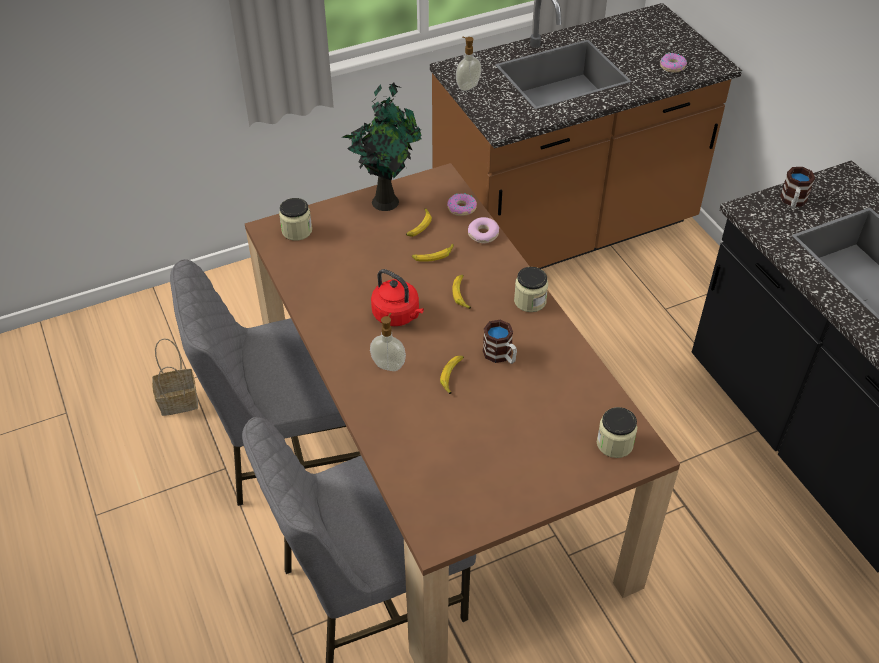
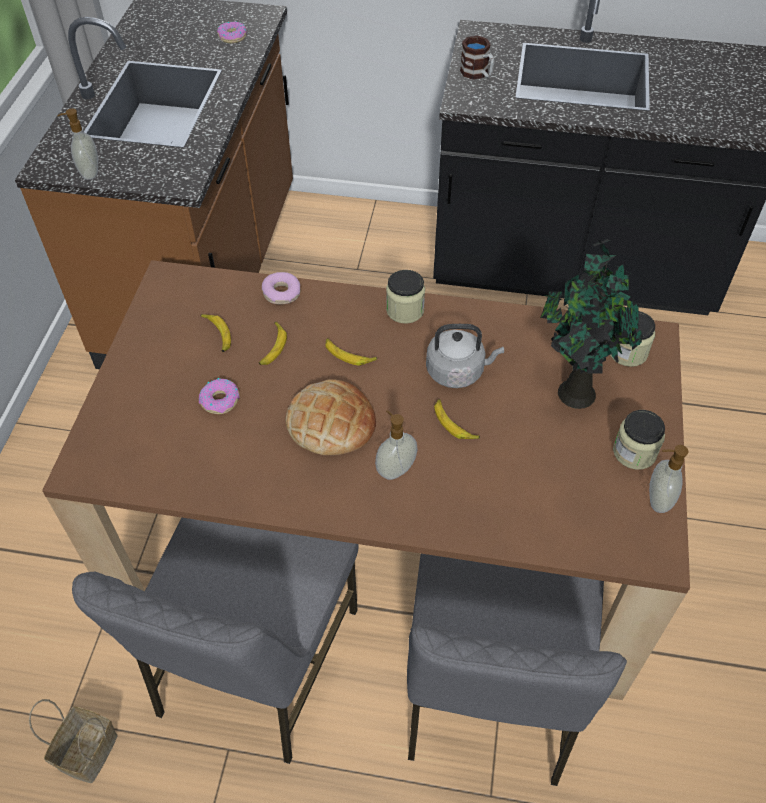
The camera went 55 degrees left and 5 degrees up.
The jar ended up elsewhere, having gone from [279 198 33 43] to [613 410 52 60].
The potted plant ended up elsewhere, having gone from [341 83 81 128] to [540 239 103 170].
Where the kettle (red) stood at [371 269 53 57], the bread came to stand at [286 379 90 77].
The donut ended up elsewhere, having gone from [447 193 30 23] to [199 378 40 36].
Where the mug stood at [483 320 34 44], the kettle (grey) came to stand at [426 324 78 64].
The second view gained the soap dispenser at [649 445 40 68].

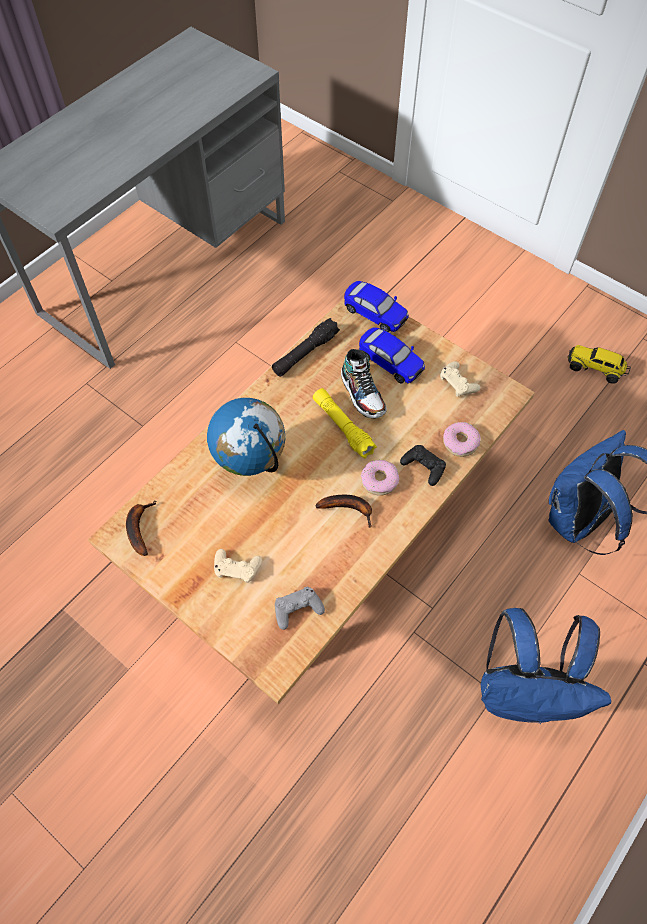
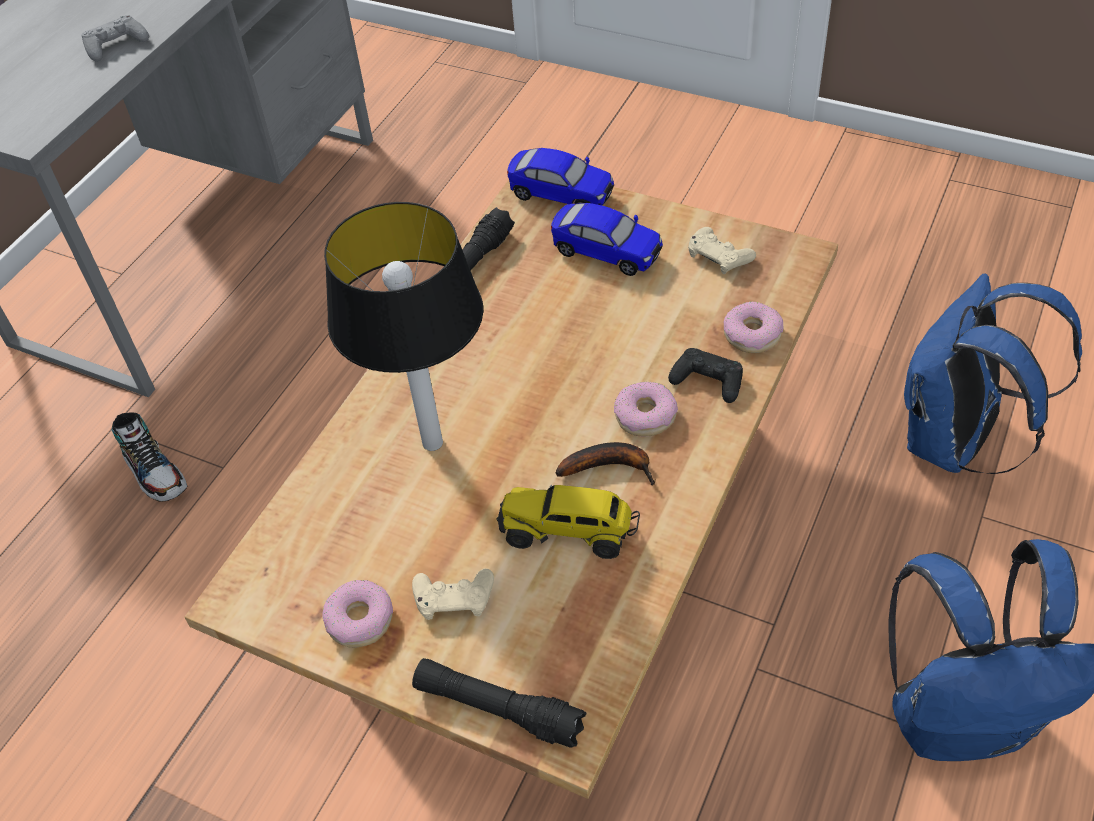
The camera went 10 degrees left and 10 degrees down.
The second view lost the banana at [126 500 31 56].
Where the globe stood at [207 398 78 78], the table lamp came to stand at [324 202 159 249].
The game controller (grey) ended up elsewhere, having gone from [275 586 50 44] to [81 15 68 46].
The second view lost the flashlight (yellow) at [313 388 64 71].
The shoe ended up elsewhere, having gone from [341 349 46 69] to [112 412 75 89].
The toy truck ended up elsewhere, having gone from [567 345 64 39] to [496 485 144 74].
The second view gained the donut at [323 580 70 68].
The second view gained the flashlight (black) at [412 658 175 90].

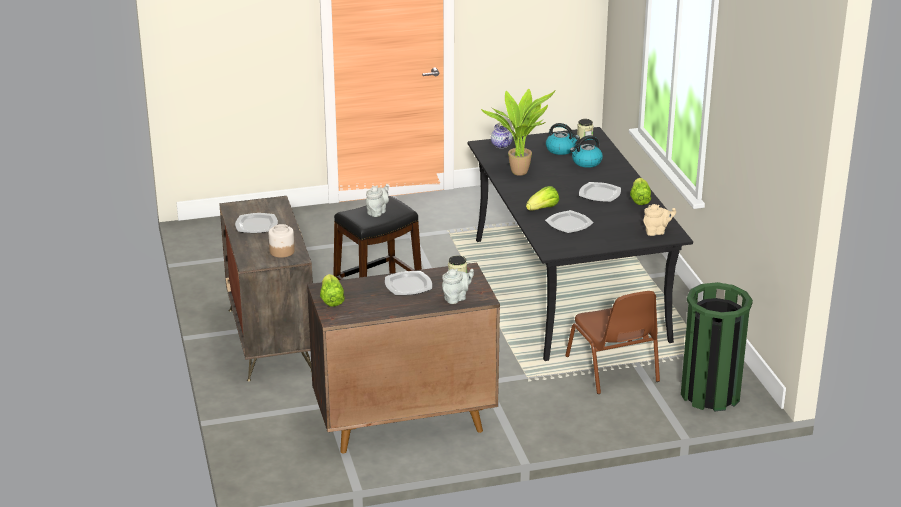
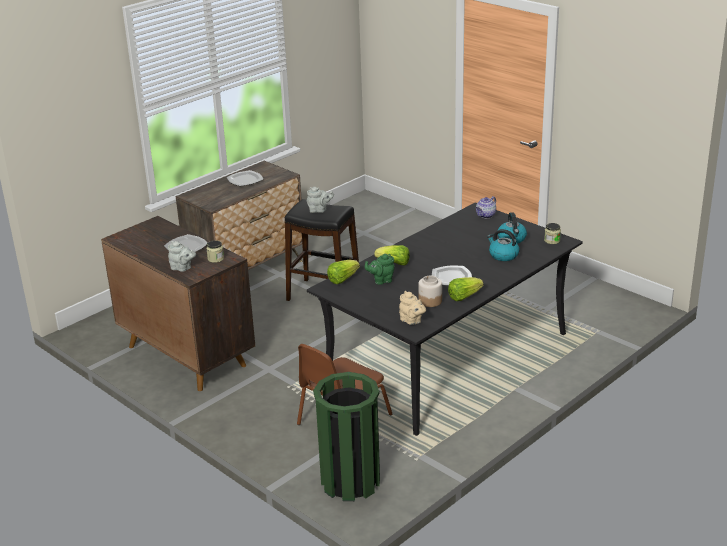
The camera went 60 degrees right and 0 degrees up.
The jar ended up elsewhere, having gone from [269 224 26 34] to [418 275 24 32].
The lettuce ended up elsewhere, having gone from [320 274 25 33] to [327 260 33 24].
The second view lost the potted plant at [481 89 74 87].
Where the plate stood at [545 210 48 23], the teapot (green) came to stand at [365 254 30 31].

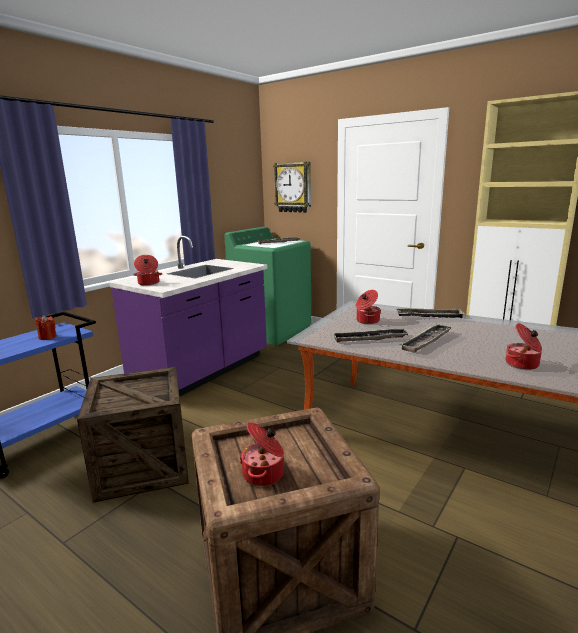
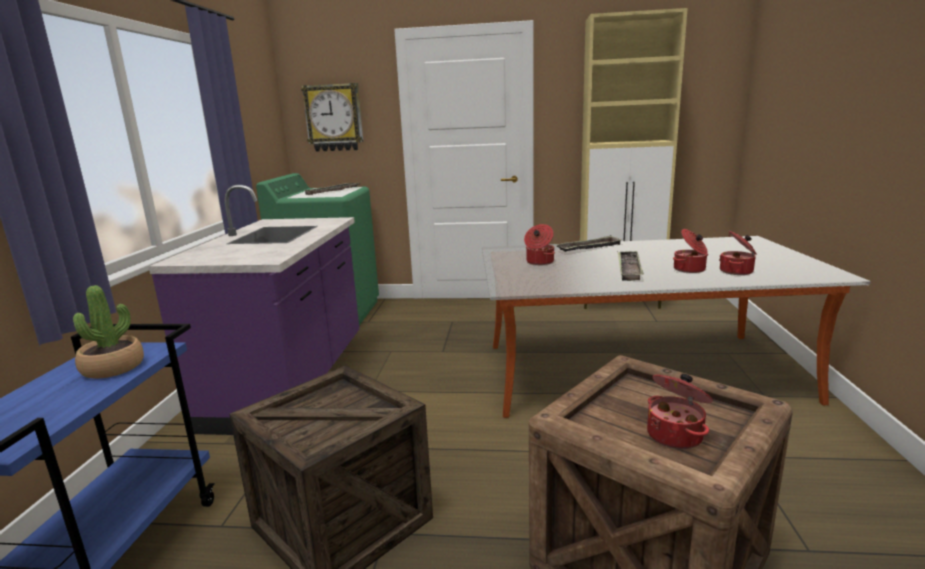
The camera went 30 degrees left and 0 degrees up.
Where the candle (red) stood at [35 315 22 25], the potted plant came to stand at [73 285 71 94].
The cooking pot ended up elsewhere, having gone from [133 255 30 30] to [673 229 35 44].
The second view lost the tray at [333 328 76 14].

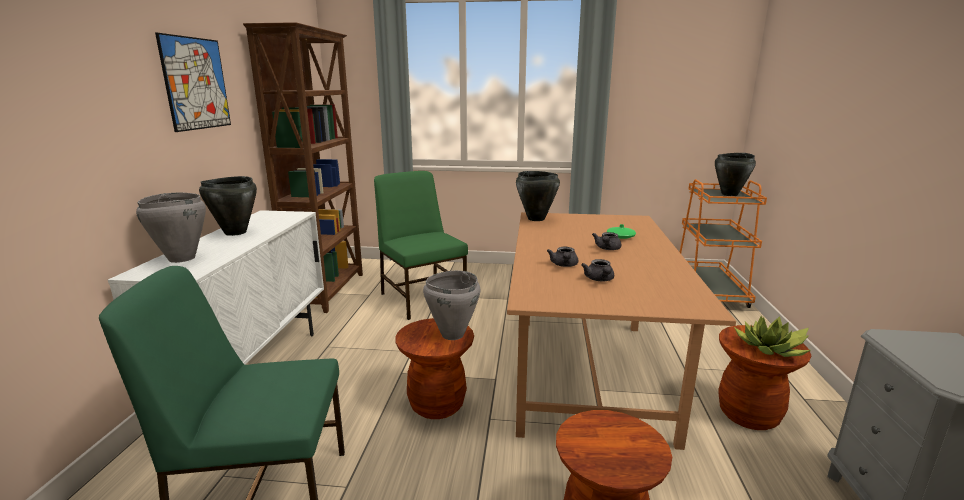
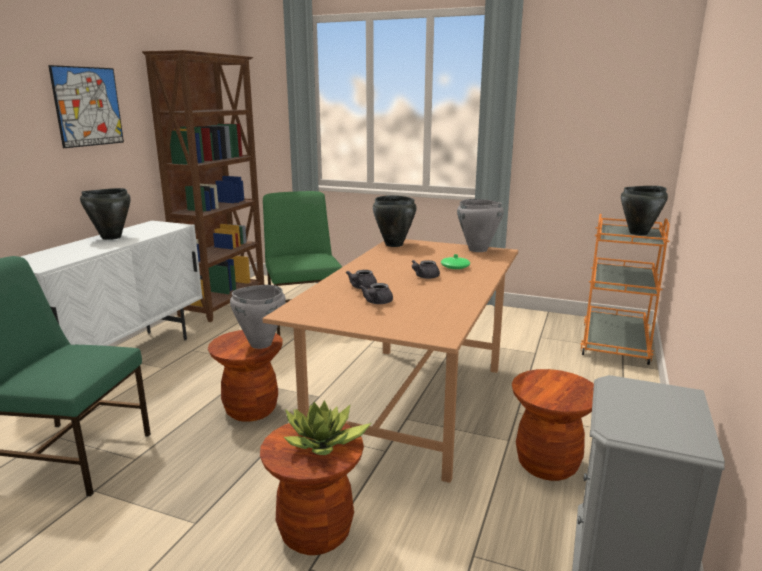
The camera went 15 degrees right and 0 degrees up.
The cooking pot (grey) ended up elsewhere, having gone from [136 193 70 70] to [457 199 47 53].
The potted plant ended up elsewhere, having gone from [734 316 77 41] to [284 400 87 55].

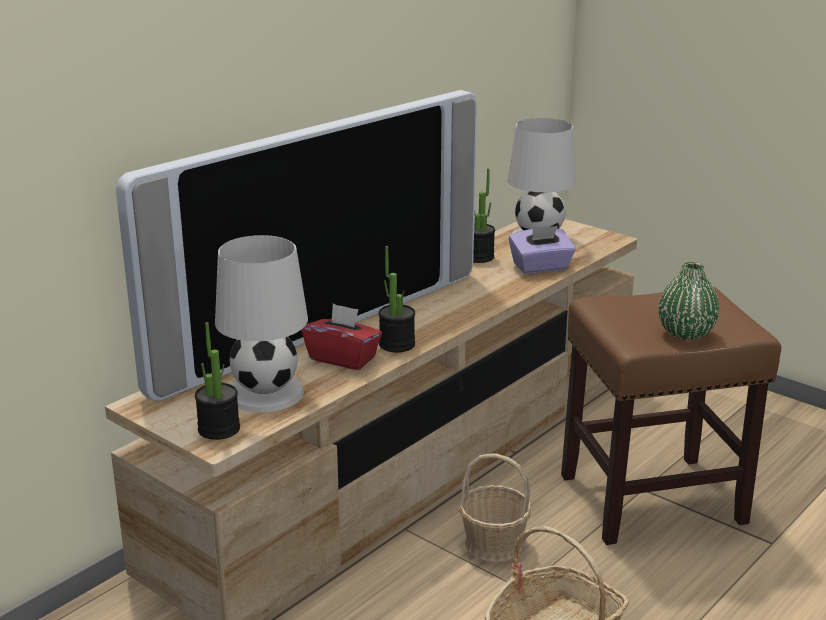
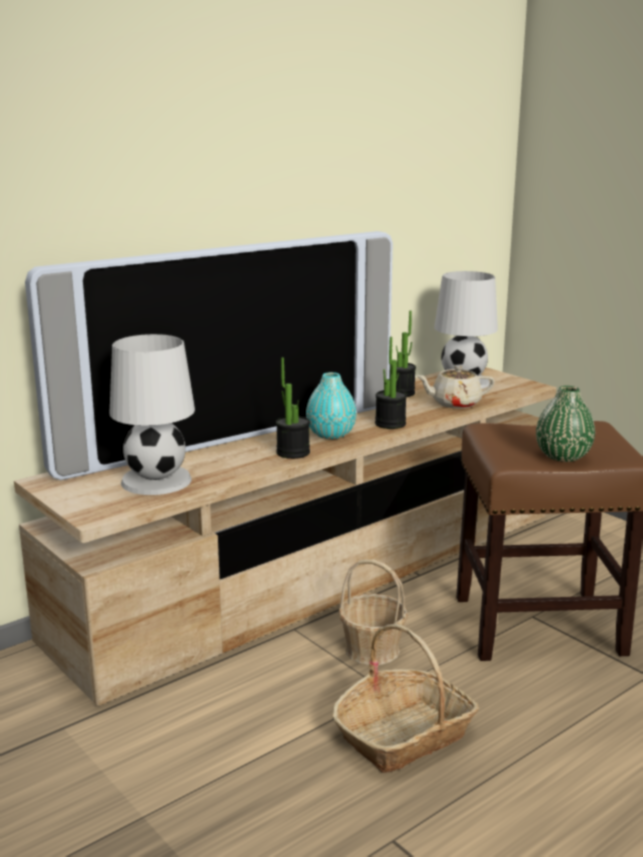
The camera went 10 degrees right and 5 degrees down.
The potted plant ended up elsewhere, having gone from [195 322 45 118] to [375 337 32 92].
The second view lost the tissue box (red) at [301 303 81 67].
Where the tissue box (purple) stood at [509 226 67 48], the teapot (beige) came to stand at [415 365 80 44].
The second view gained the vase (turquoise) at [306 372 51 67].

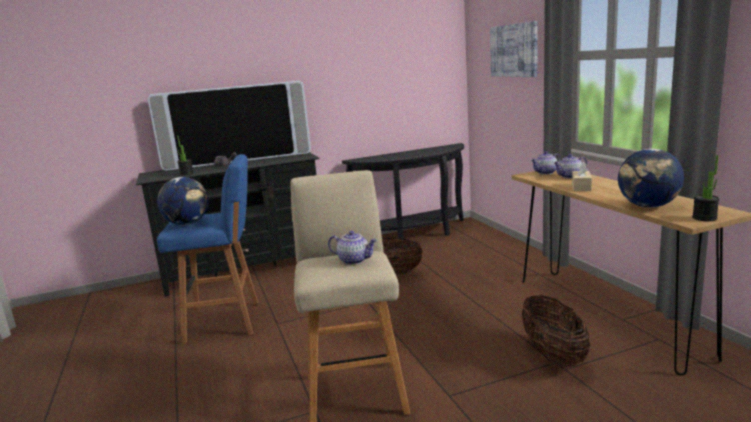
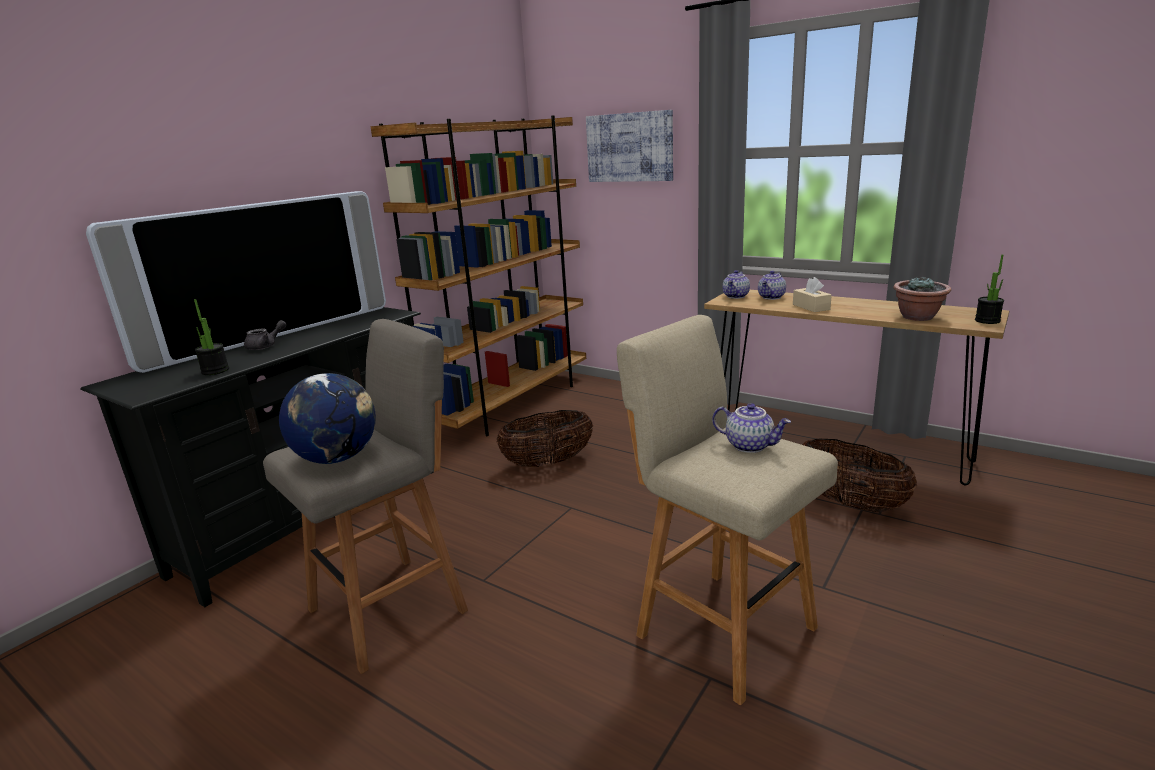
The camera went 35 degrees left and 5 degrees up.
What was the stool (blue) at [157 154 102 190] turned into the stool (grey) at [263 319 205 355].
The teapot at [328 231 49 34] ended up facing another way, 45 degrees clockwise from before.
Where the console table (black) stood at [342 143 122 100], the bookcase (brown) came to stand at [371 115 215 321].
Where the globe stood at [618 149 66 59], the potted plant came to stand at [893 276 58 45].

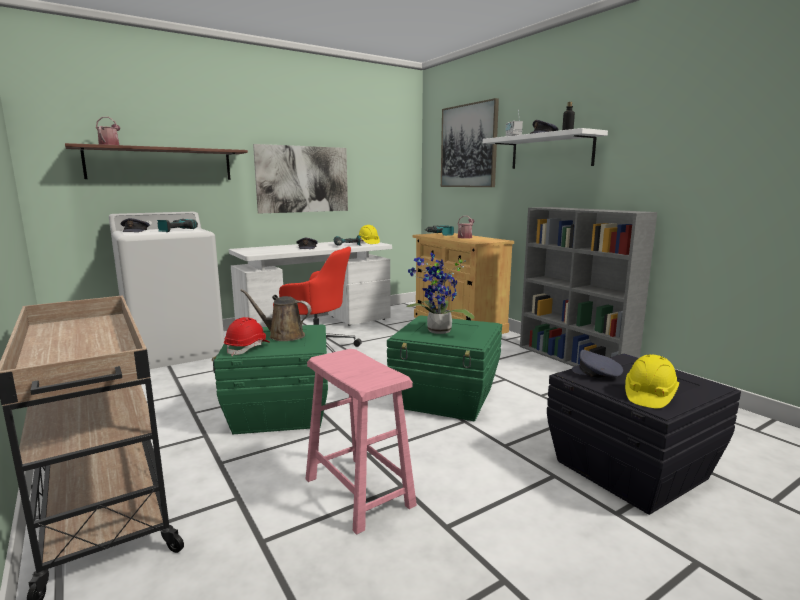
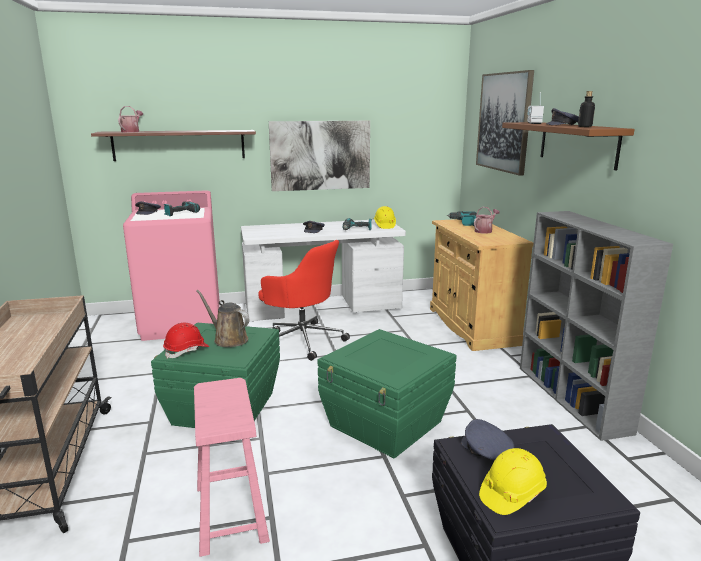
The camera went 20 degrees right and 5 degrees up.
What was the washing machine (white) at [109 212 115 157] turned into the washing machine (pink) at [123 190 97 151].
The second view lost the potted plant at [406 252 68 82].
What was the shelf (white) at [483 128 125 41] turned into the shelf (brown) at [502 122 132 48].

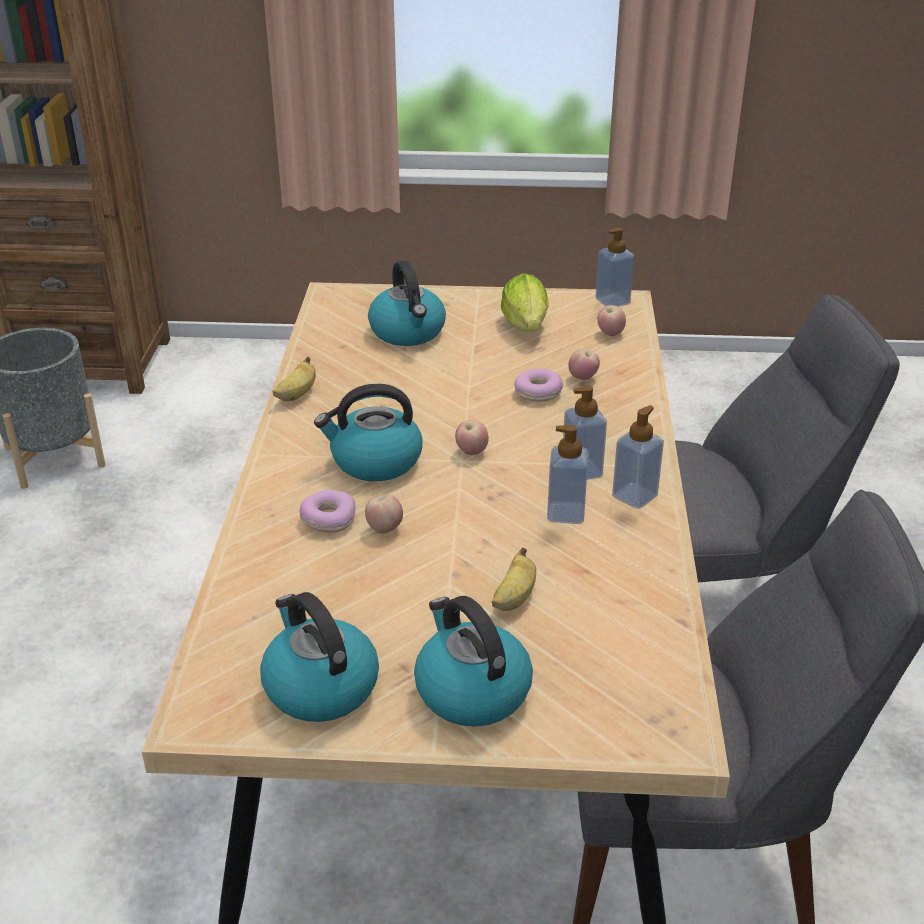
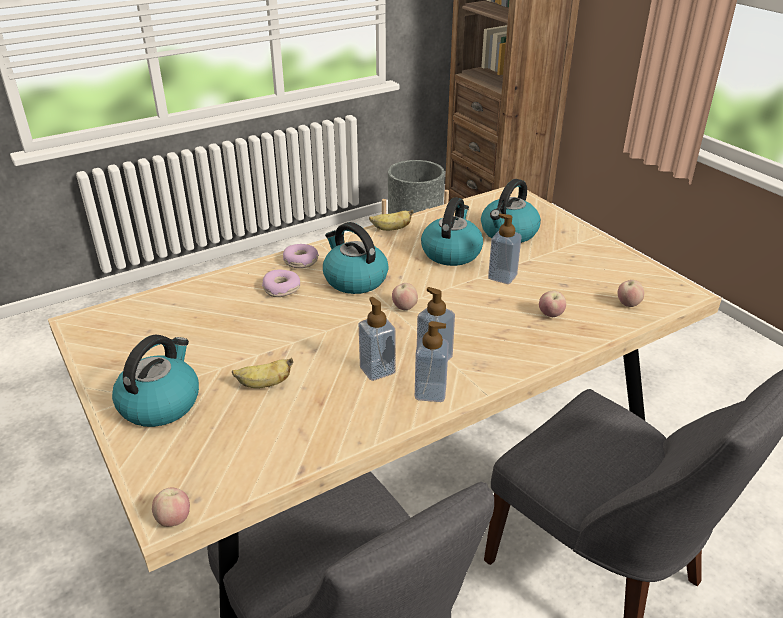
The camera went 55 degrees right and 0 degrees up.
The kettle ended up elsewhere, having gone from [260 592 119 130] to [421 197 62 69].
The apple ended up elsewhere, having gone from [365 495 38 39] to [152 487 38 40].
The second view lost the lettuce at [501 273 48 59].
The donut ended up elsewhere, having gone from [514 369 49 33] to [283 244 36 24].
The soap dispenser ended up elsewhere, having gone from [596 228 38 79] to [488 214 33 70].

